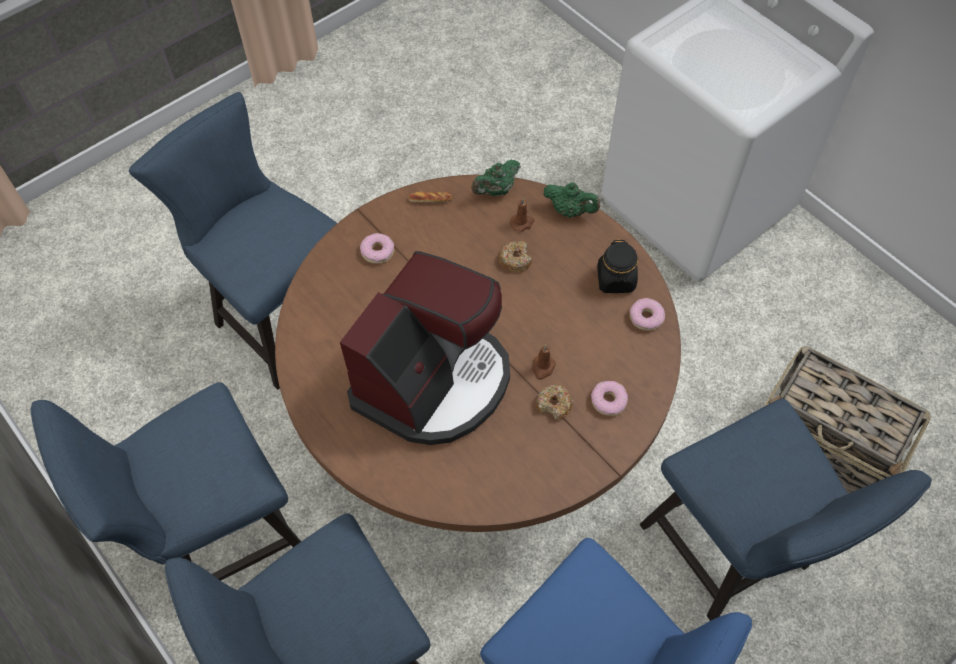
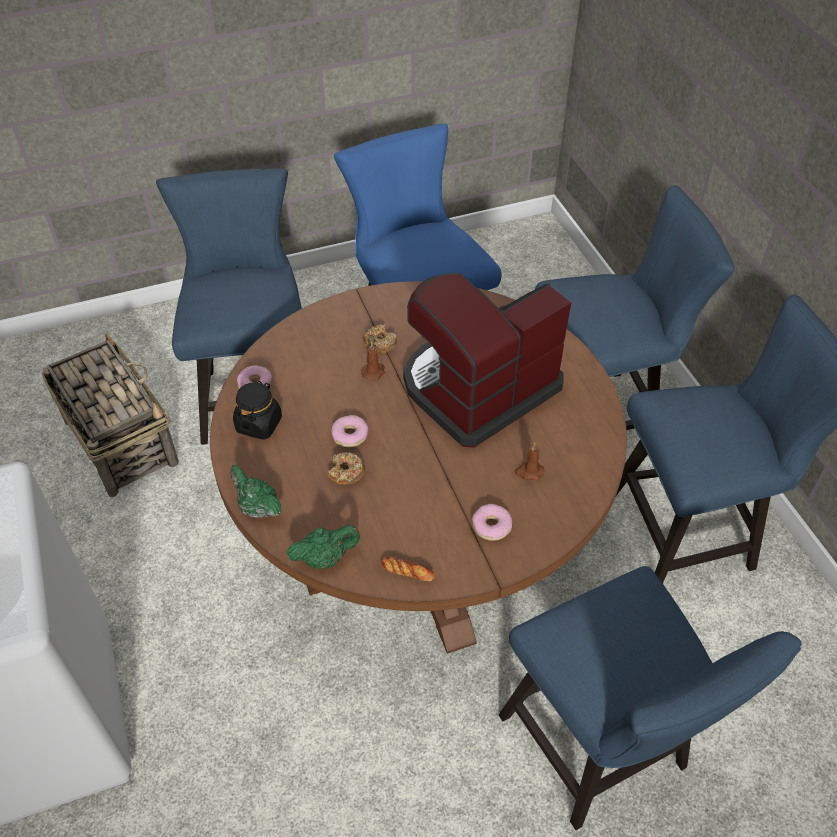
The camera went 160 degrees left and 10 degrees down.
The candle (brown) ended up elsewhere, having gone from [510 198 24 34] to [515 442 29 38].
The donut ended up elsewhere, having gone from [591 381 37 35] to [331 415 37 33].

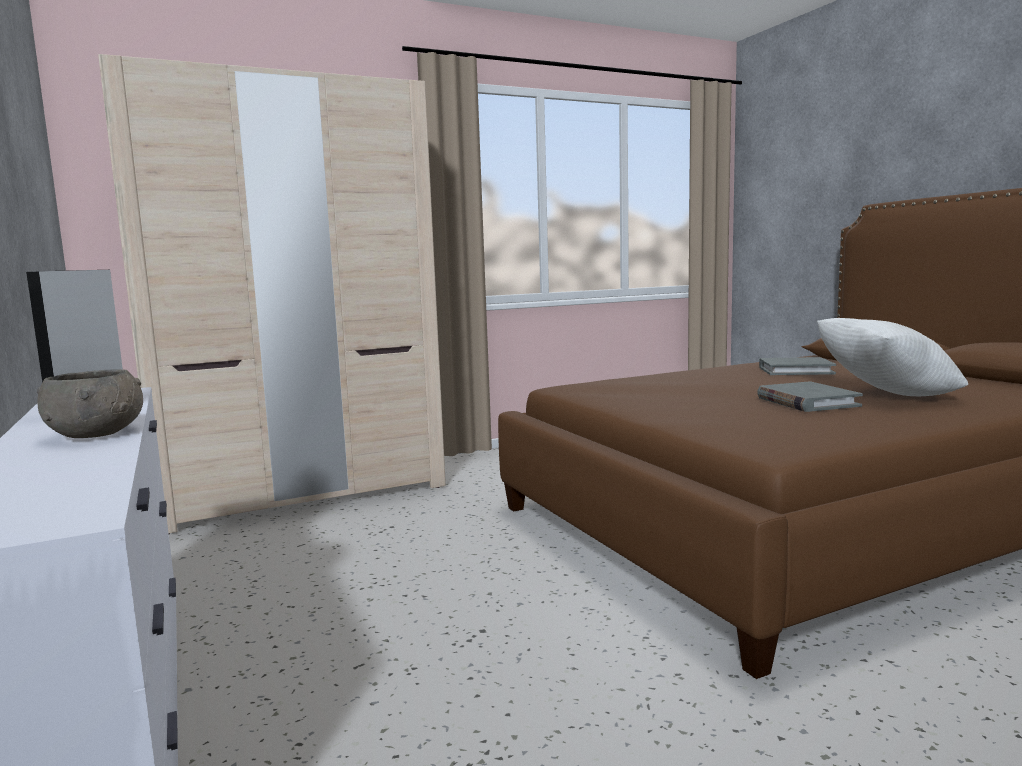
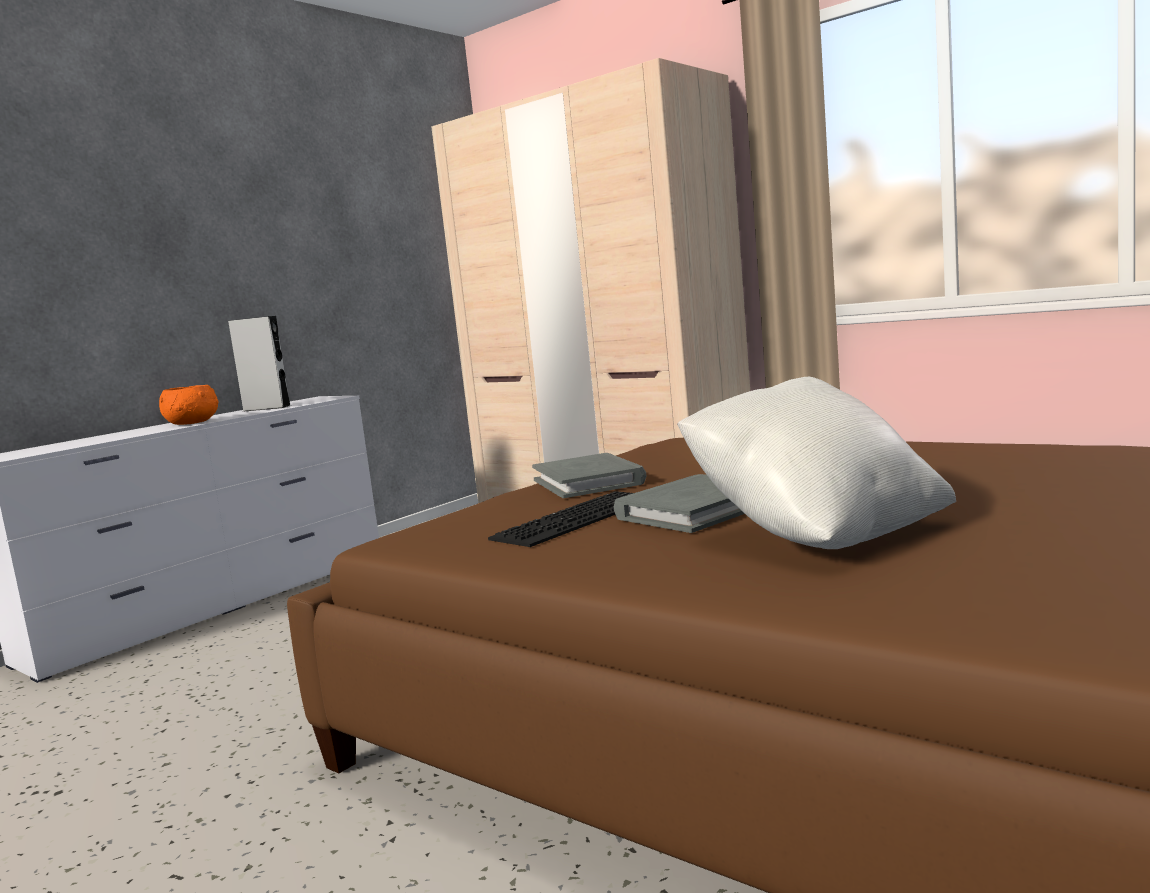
The camera went 65 degrees right and 0 degrees up.
What was the bowl (grey) at [37 369 106 69] turned into the bowl (orange) at [159 385 59 40].
The book (grey) ended up elsewhere, having gone from [759 357 77 18] to [532 453 114 45].
The second view gained the keyboard at [488 491 145 56].

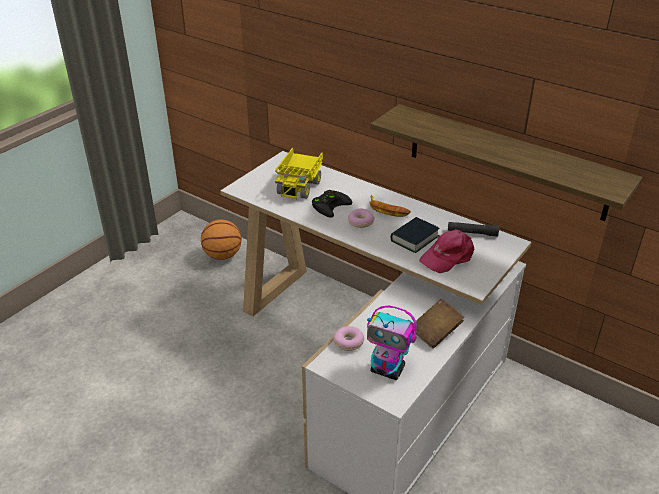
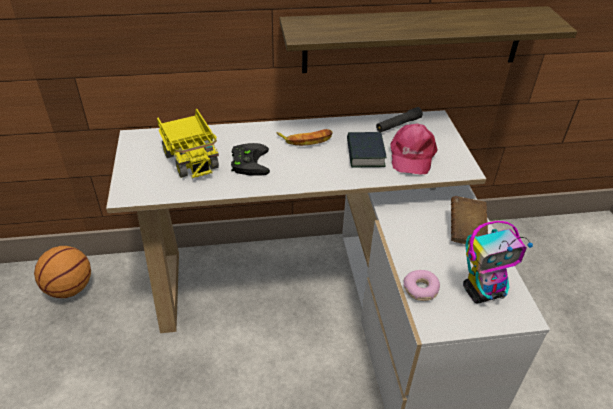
The camera went 45 degrees left and 5 degrees up.
The second view lost the donut at [348 208 27 20].

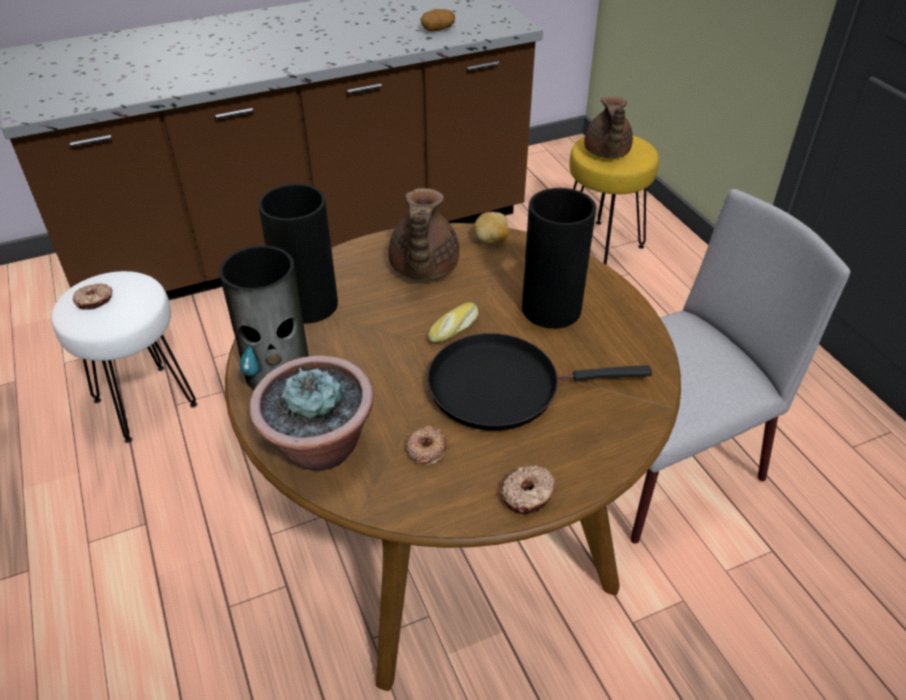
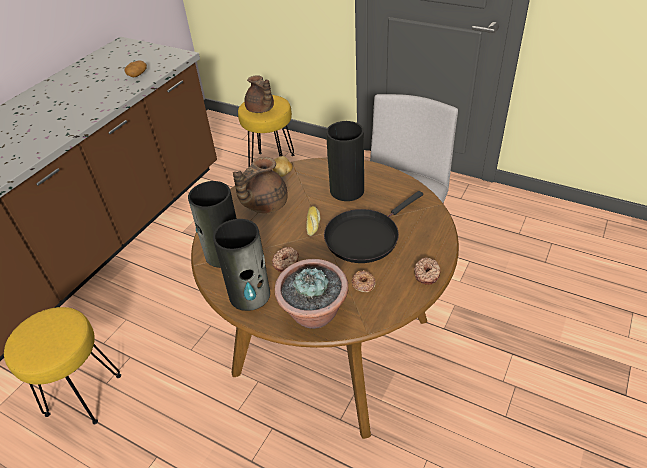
The camera went 35 degrees left and 0 degrees up.
What was the stool (white) at [51 271 146 172] turned into the stool (yellow) at [4 307 117 117].
The donut ended up elsewhere, having gone from [73 283 40 27] to [272 247 27 25].
The teapot (brown) at [388 188 71 92] ended up facing another way, 75 degrees clockwise from before.

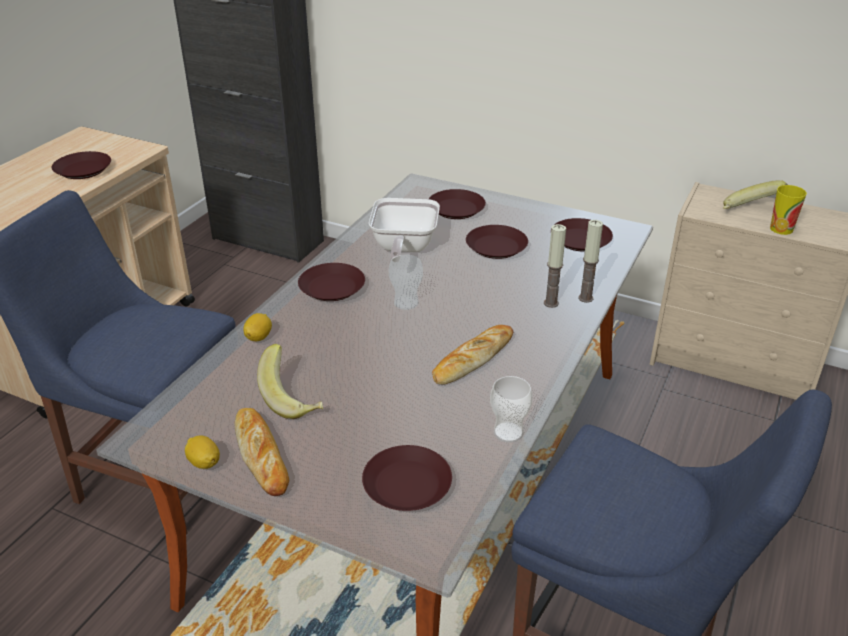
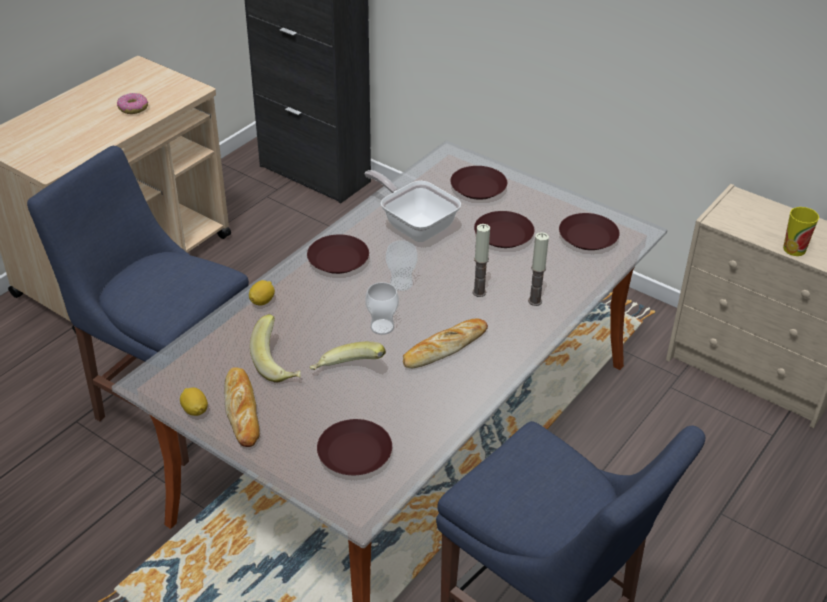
The camera went 10 degrees right and 5 degrees up.
Where the plate (brown) stood at [52 151 59 28], the donut came to stand at [117 93 31 21].
The frying pan at [369 198 71 62] ended up facing another way, 120 degrees clockwise from before.
The cup ended up elsewhere, having gone from [490 376 43 67] to [365 282 34 53].
The candle ended up elsewhere, having gone from [578 220 25 83] to [472 224 18 73].
The banana ended up elsewhere, having gone from [723 180 65 29] to [310 341 76 29].

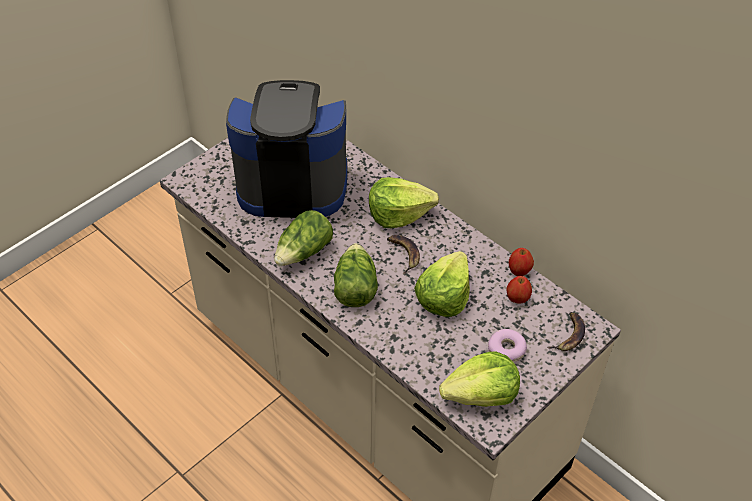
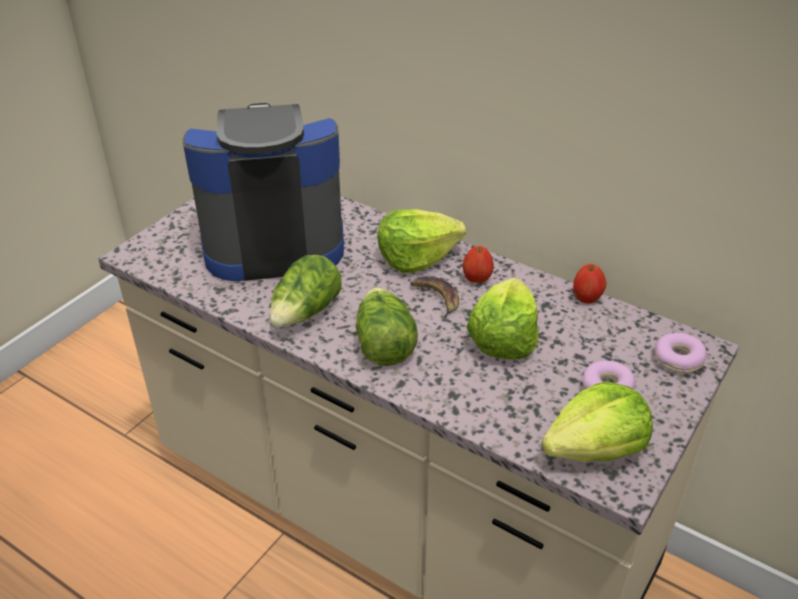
The camera went 10 degrees left and 10 degrees down.
The apple ended up elsewhere, having gone from [507 276 25 28] to [462 246 32 37].
Where the banana stood at [547 312 38 39], the donut came to stand at [655 333 52 40].

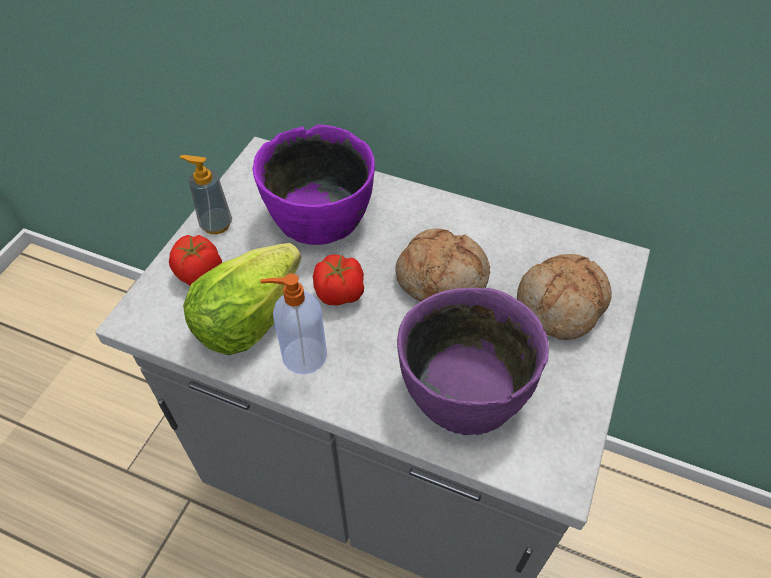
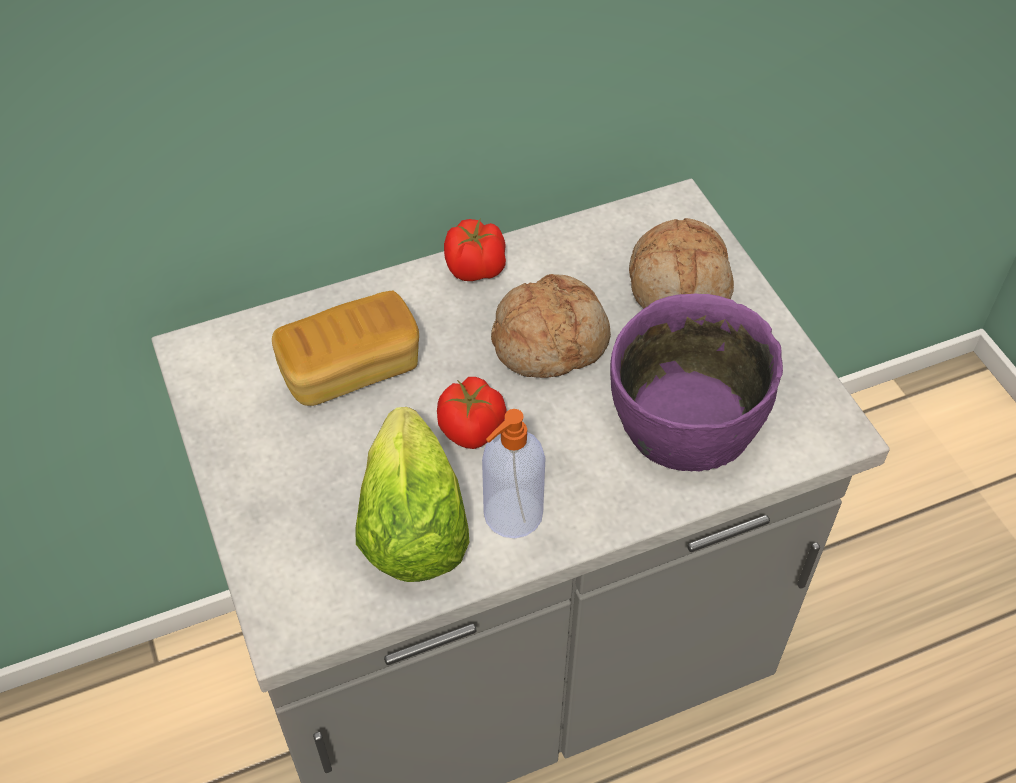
The camera went 45 degrees left and 0 degrees up.
The tomato ended up elsewhere, having gone from [169 235 53 51] to [444 219 62 62].
The second view lost the soap dispenser at [179 155 53 79].
Where the bowl (purple) stood at [253 125 122 120], the bread came to stand at [272 291 147 115].

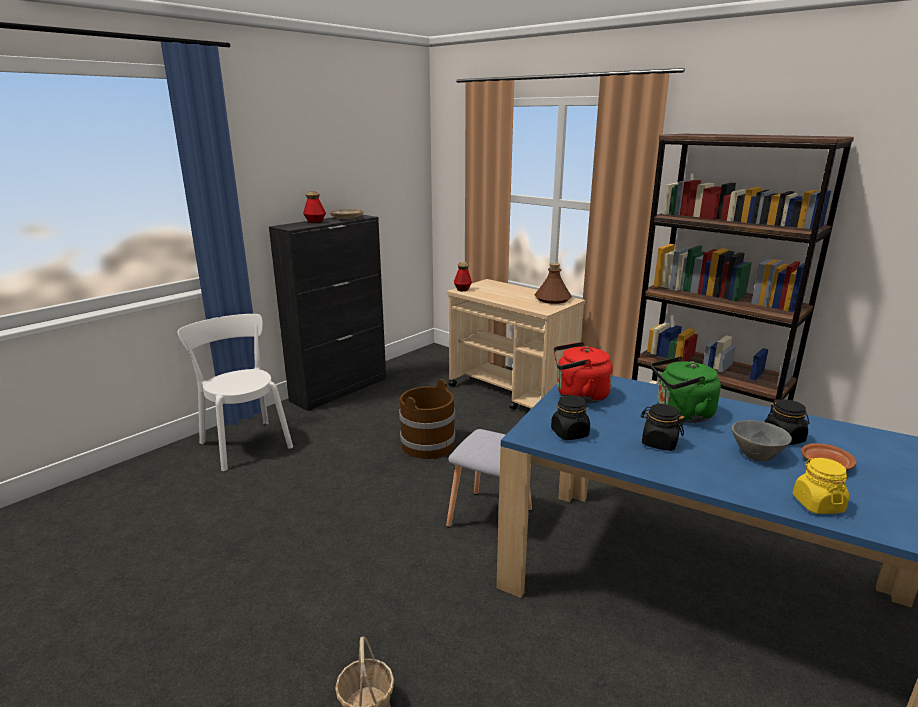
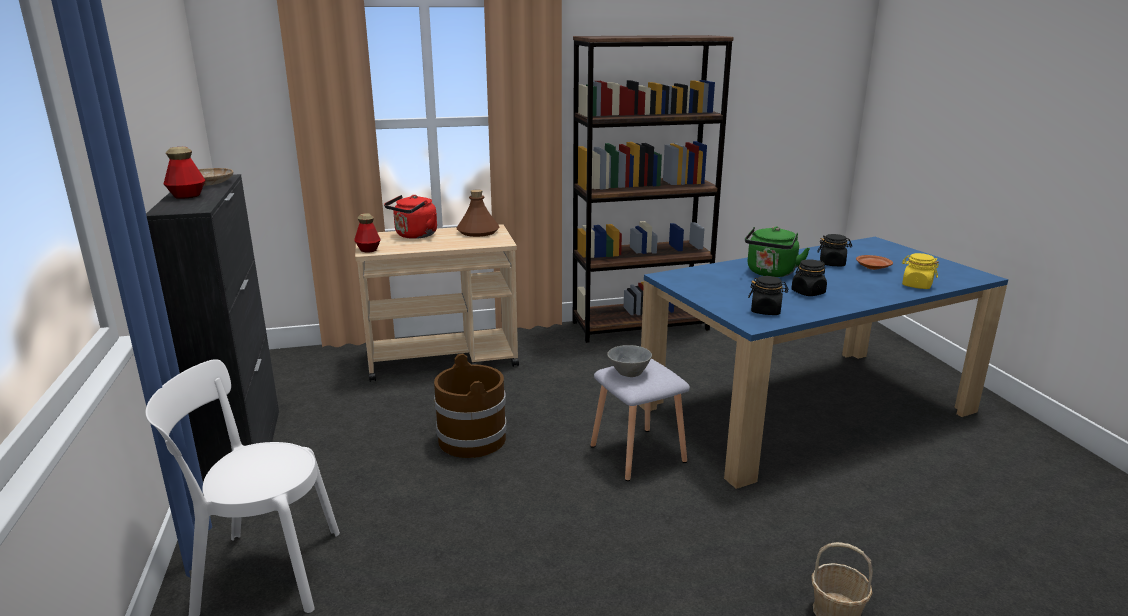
The camera went 55 degrees left and 0 degrees up.
The kettle (red) ended up elsewhere, having gone from [553 342 60 61] to [384 195 53 44].
The bowl (grey) ended up elsewhere, having gone from [732 420 60 41] to [607 345 45 32].

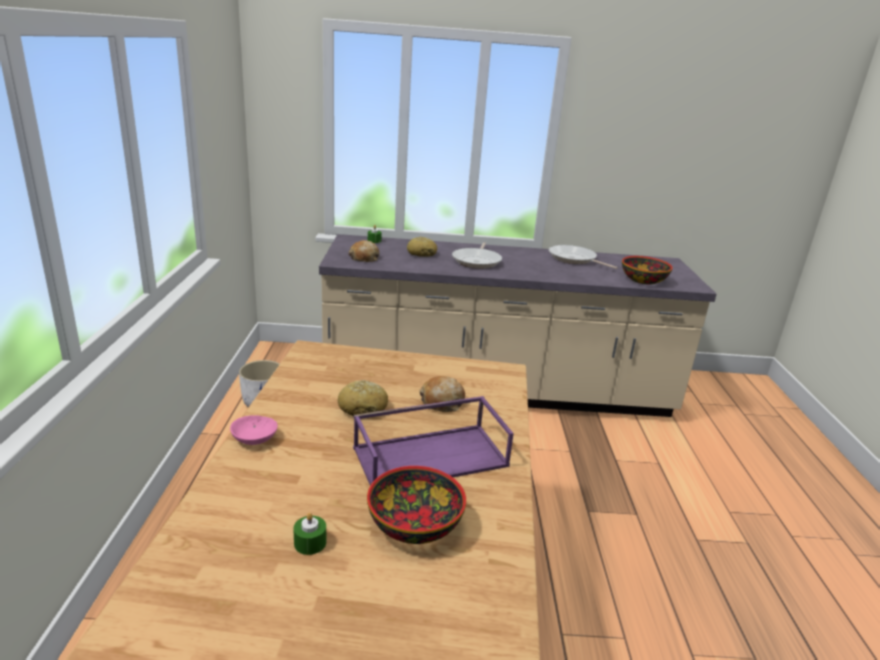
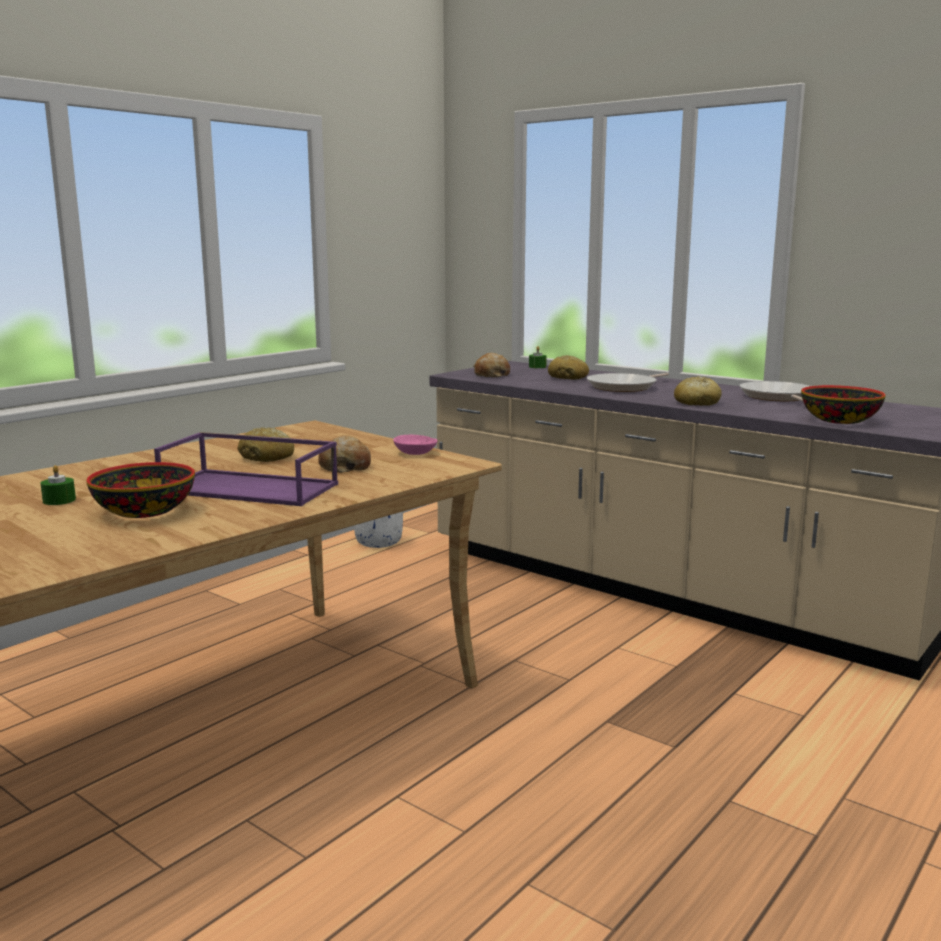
The camera went 40 degrees right and 10 degrees down.
The bowl (pink) ended up elsewhere, having gone from [230 415 48 30] to [393 435 44 20].
The second view gained the bread at [674 376 48 30].

